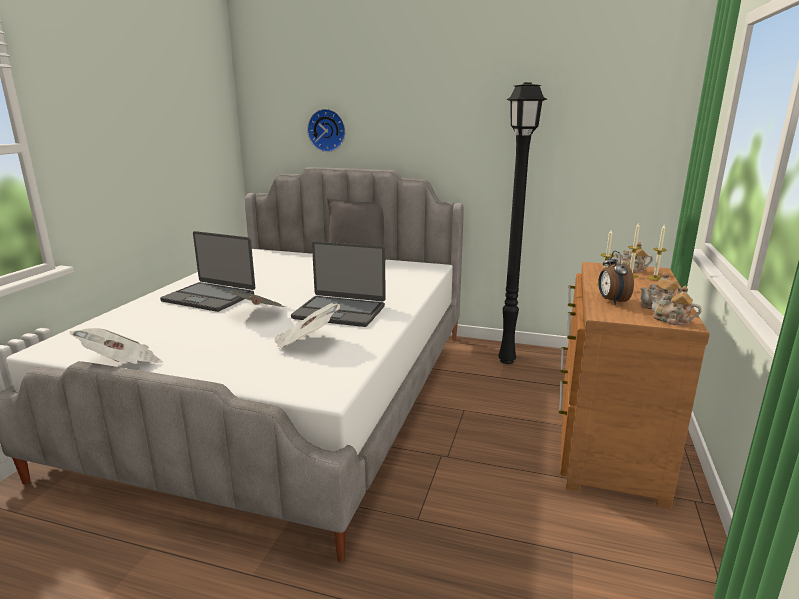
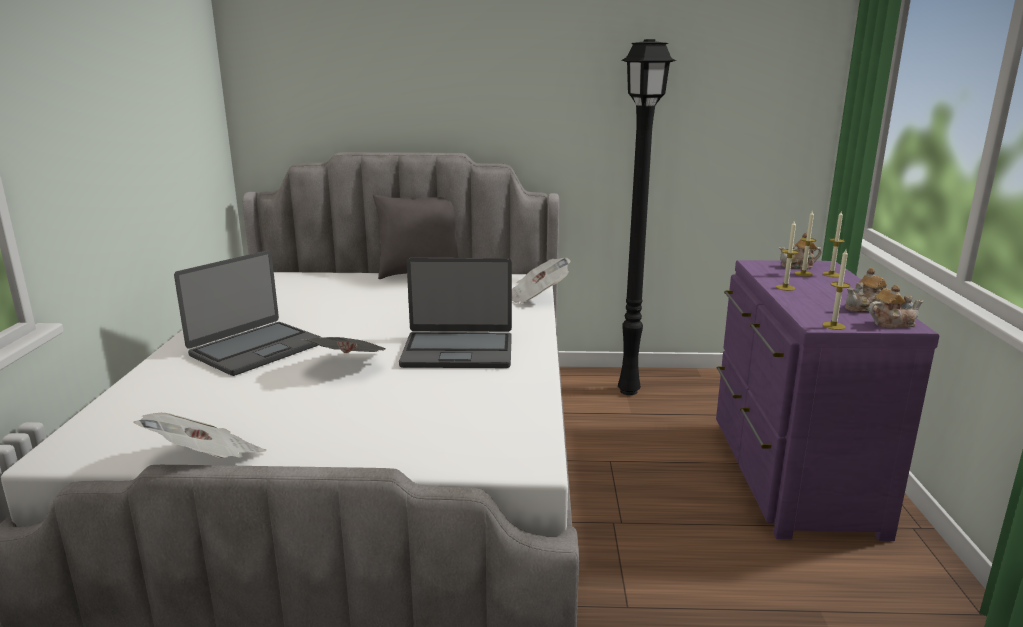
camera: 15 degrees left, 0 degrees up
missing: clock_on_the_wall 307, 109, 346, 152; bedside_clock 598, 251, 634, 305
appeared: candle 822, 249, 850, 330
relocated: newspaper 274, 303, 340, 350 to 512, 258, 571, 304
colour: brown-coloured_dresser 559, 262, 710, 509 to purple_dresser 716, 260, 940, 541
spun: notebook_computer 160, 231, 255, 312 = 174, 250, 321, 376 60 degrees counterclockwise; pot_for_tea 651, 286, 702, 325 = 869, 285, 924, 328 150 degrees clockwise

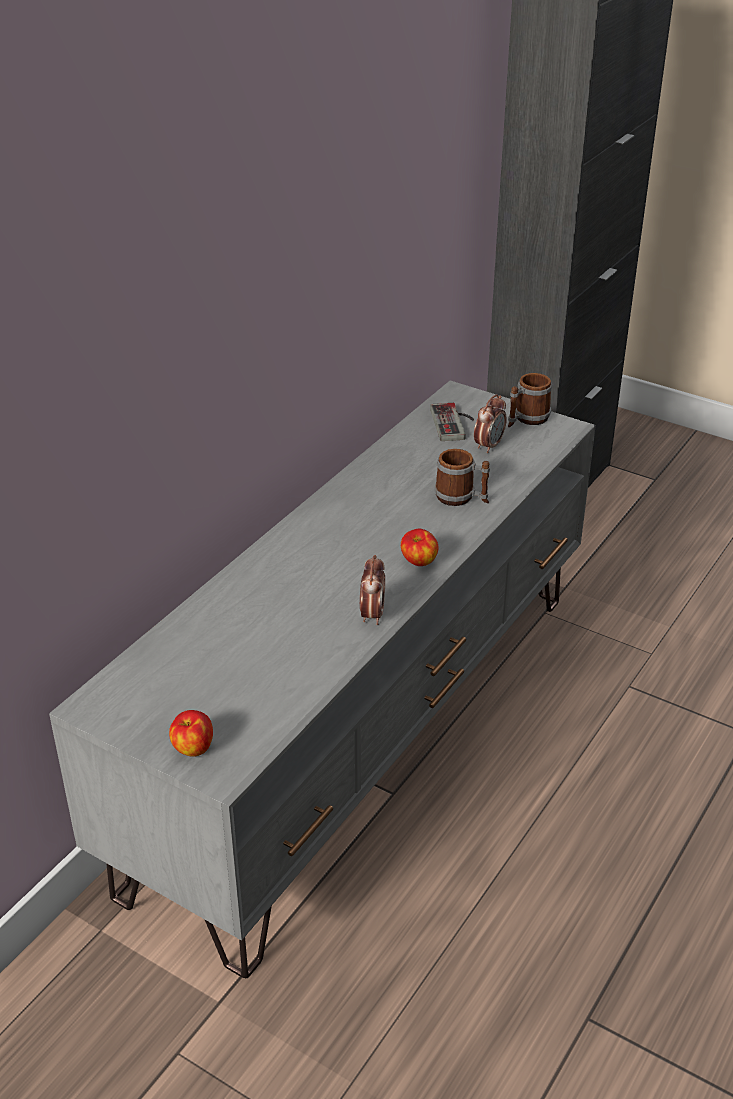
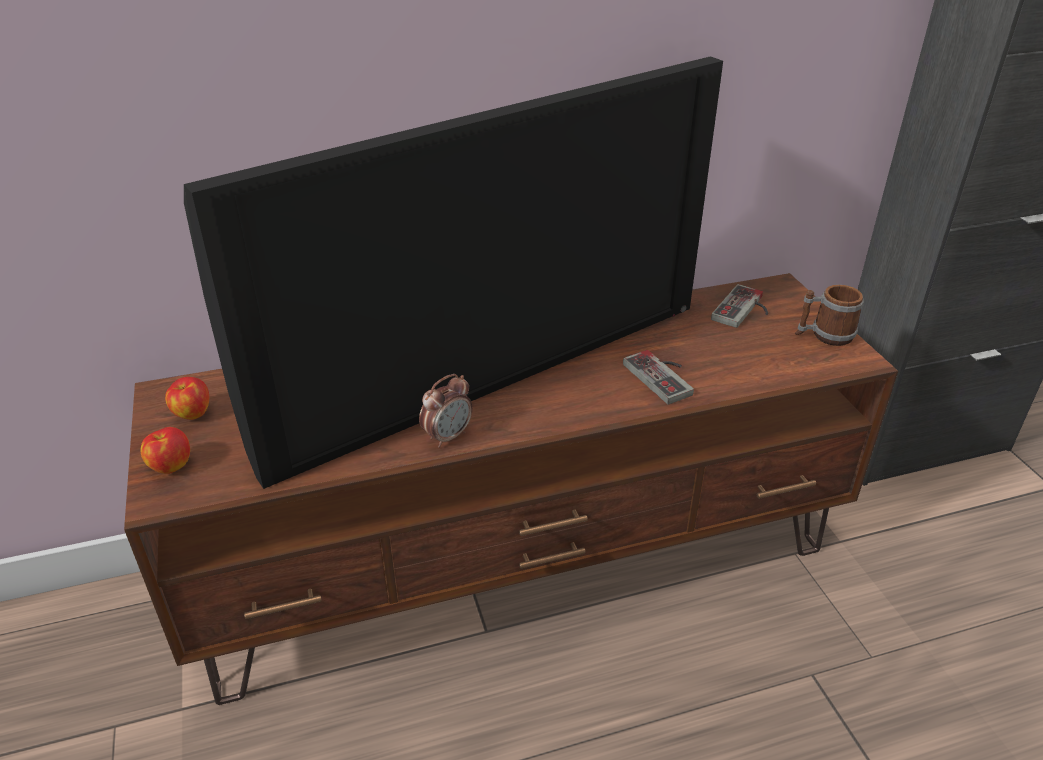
camera: 40 degrees right, 0 degrees up
missing: bedside_clock 474, 394, 507, 453
appeared: TV_set 184, 56, 723, 489
relocated: apple_fruit 401, 529, 439, 566 to 165, 377, 209, 420
exchanged: coffee_mug 434, 449, 490, 506 to gamepad 623, 350, 694, 404
colour: greyish_tv_stand 49, 380, 596, 978 to brown-coloured_tv_stand 124, 273, 898, 705

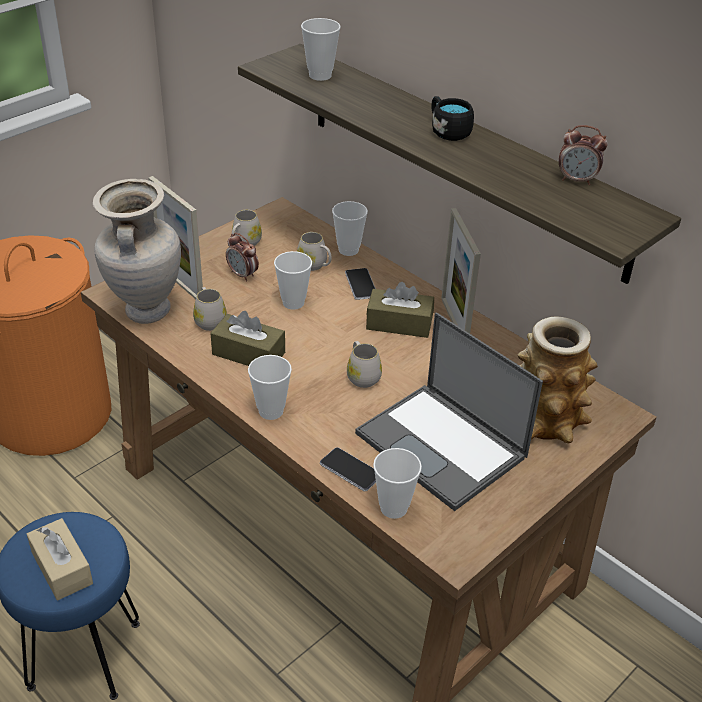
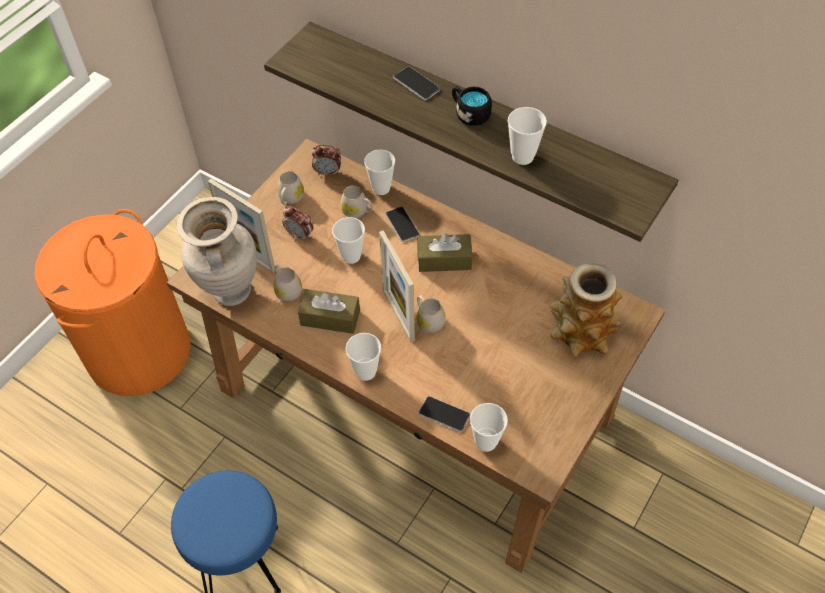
camera: 10 degrees left, 15 degrees up
missing: beige-coloured_box_of_tissues 27, 518, 93, 600; notebook_computer 355, 312, 543, 511
appeared: handset 393, 66, 440, 100
relocated: cup 301, 18, 341, 81 to 508, 107, 547, 165; photo_frame 441, 208, 481, 333 to 379, 231, 415, 342; bedside_clock 559, 125, 608, 185 to 312, 145, 341, 176

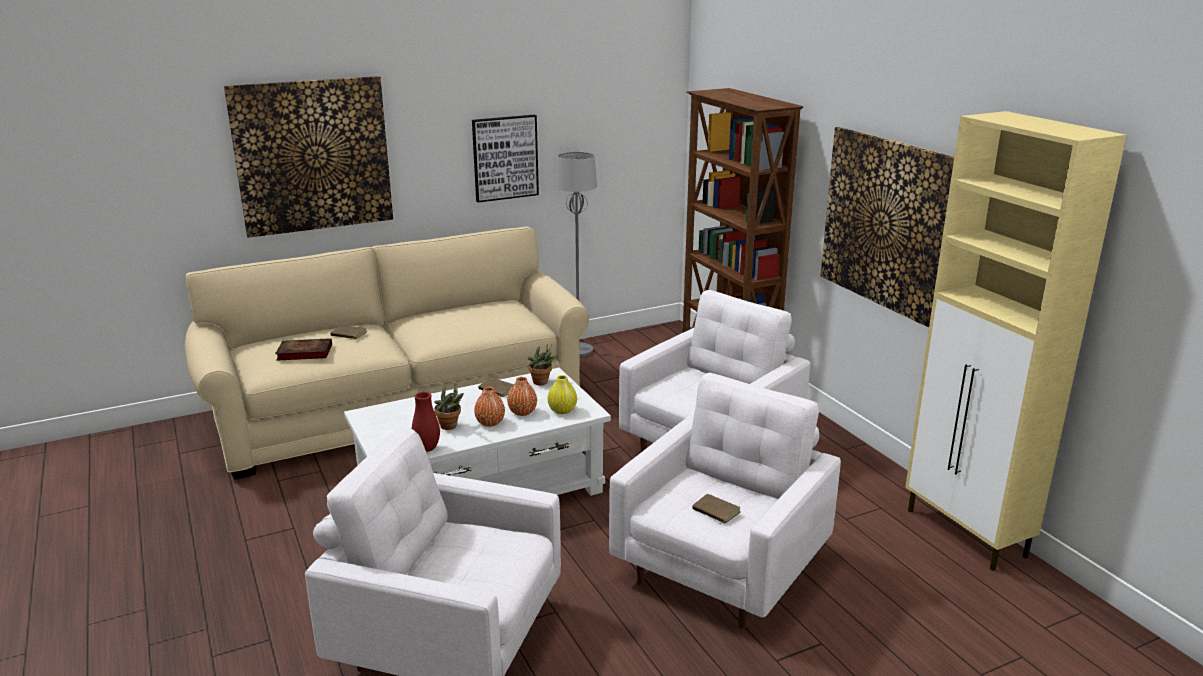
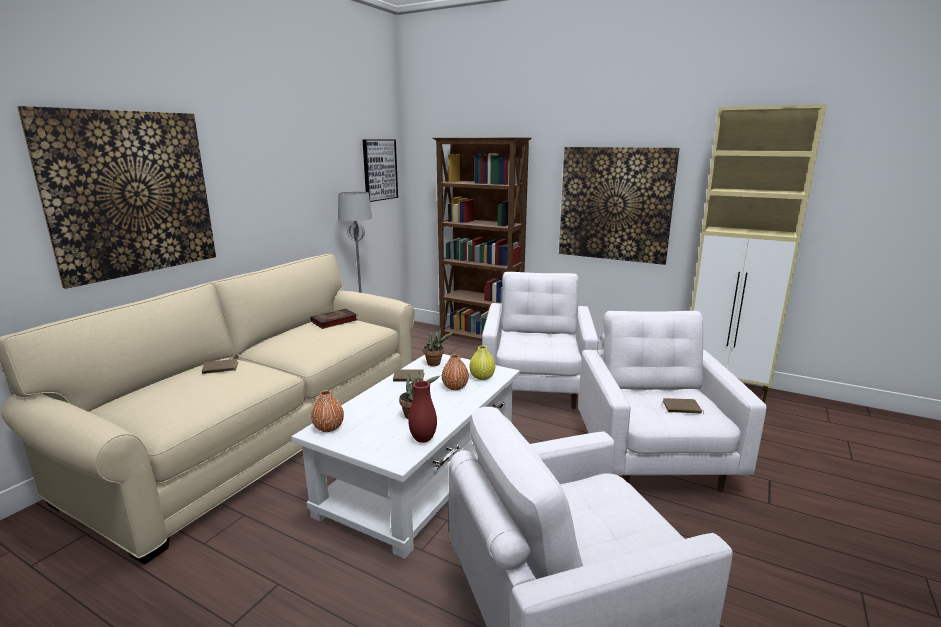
camera: 35 degrees left, 5 degrees down
relocated: book 275, 338, 332, 361 to 311, 309, 358, 329; wall_art 472, 115, 539, 203 to 363, 139, 398, 202; orangey_flower_vase 474, 387, 505, 427 to 311, 390, 344, 432

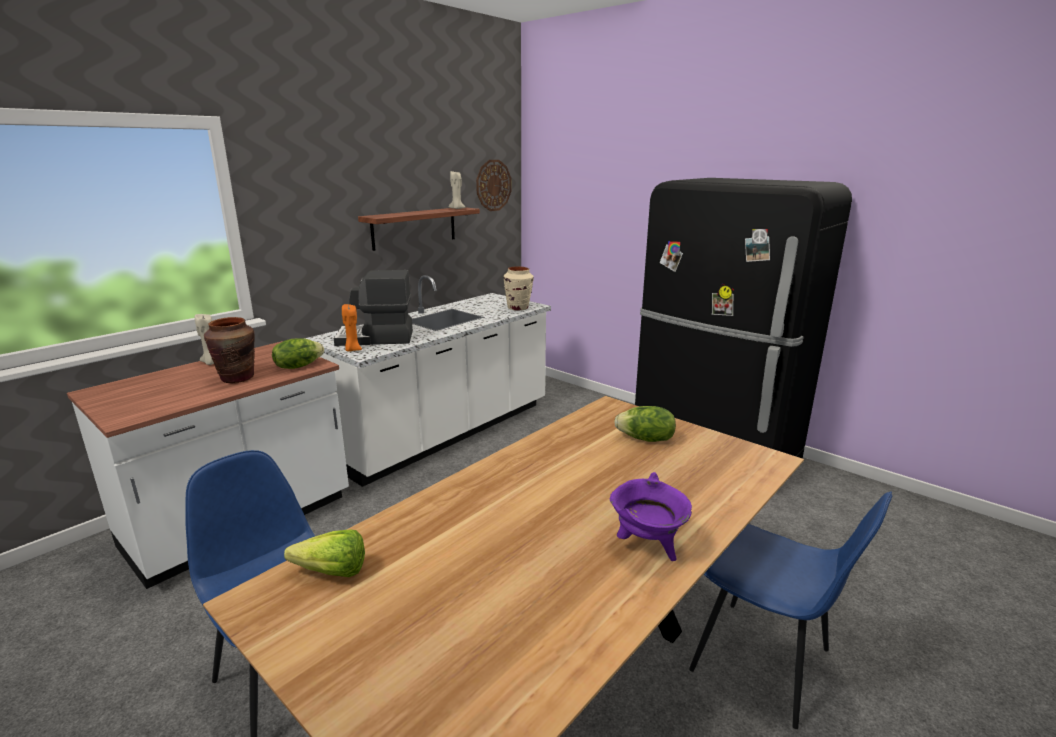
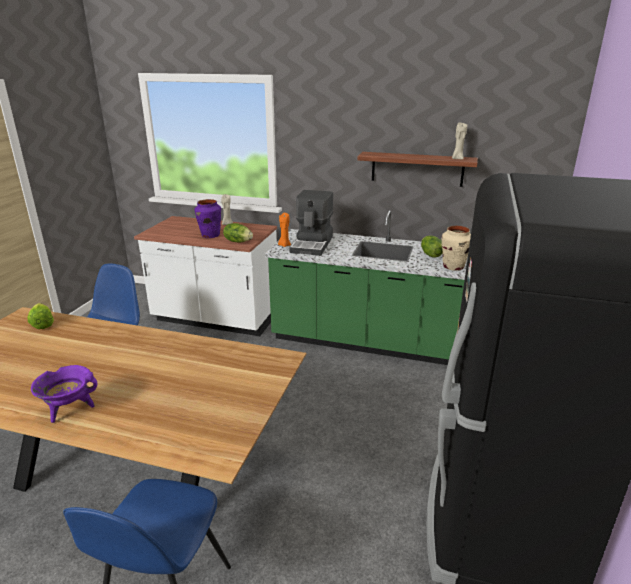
camera: 65 degrees right, 5 degrees up
missing: clock_on_the_wall 476, 160, 511, 211
relocated: lettuce_head 614, 406, 676, 442 to 421, 235, 443, 258
colour: brown-coloured_flower_vase 204, 317, 255, 383 to purple_flower_vase 194, 199, 221, 238; white-coloured_kitchen_counter 305, 275, 551, 487 to greenish_kitchen_counter 265, 210, 468, 365
spun: coffee_maker 334, 270, 413, 346 = 289, 190, 333, 256 135 degrees counterclockwise

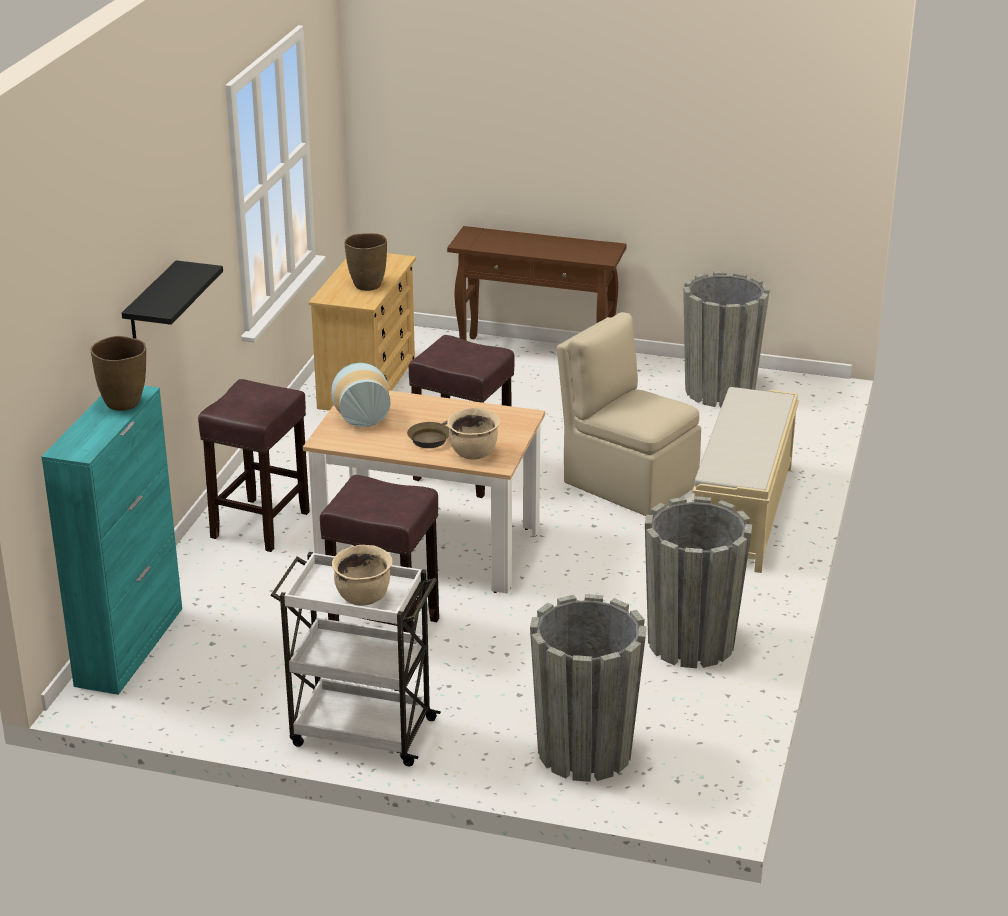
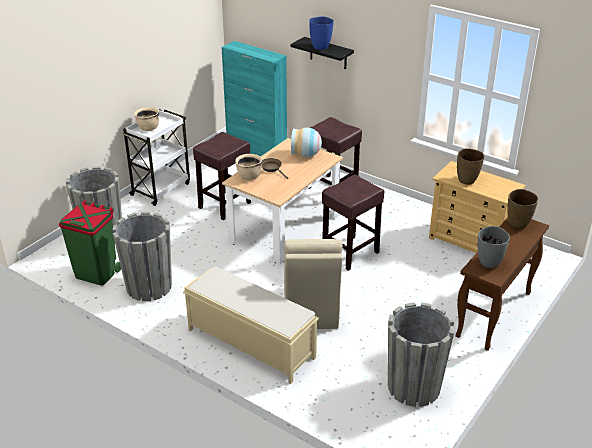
camera: 110 degrees right, 5 degrees up
appeared: greenish_waste_bin 59, 201, 121, 286; bluish_flower_vase 309, 16, 334, 50; greyish_flower_vase 478, 226, 510, 268
relocated: brown-coloured_flower_vase 90, 336, 146, 411 to 507, 189, 538, 229
spun: beige-coloured_chair 557, 312, 701, 516 = 284, 239, 343, 329 120 degrees clockwise

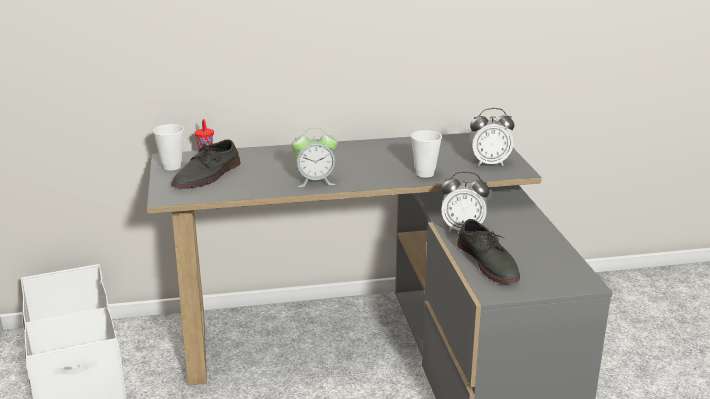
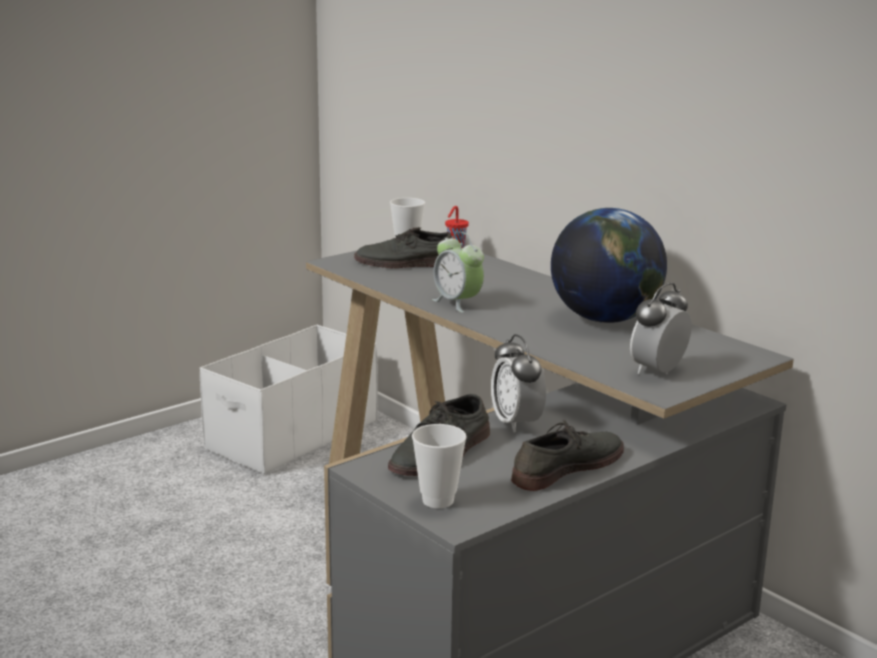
camera: 60 degrees right, 5 degrees down
appeared: greyish_low_shoe 511, 420, 624, 491; globe 551, 208, 667, 323
relocated: cup 411, 130, 442, 178 to 412, 424, 467, 508
spun: bedside_clock 469, 108, 514, 166 = 630, 283, 692, 374 75 degrees clockwise

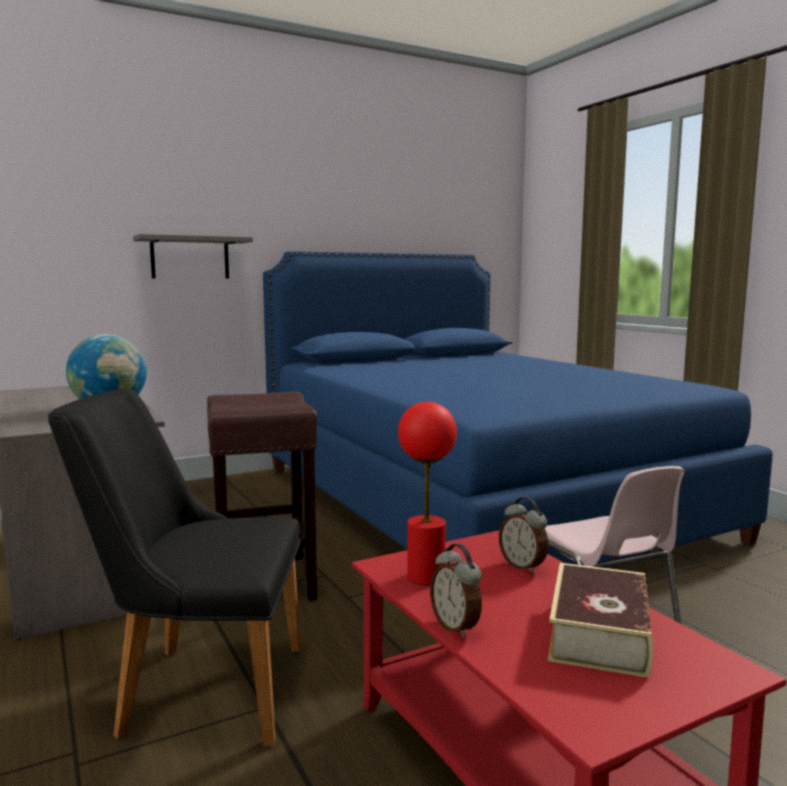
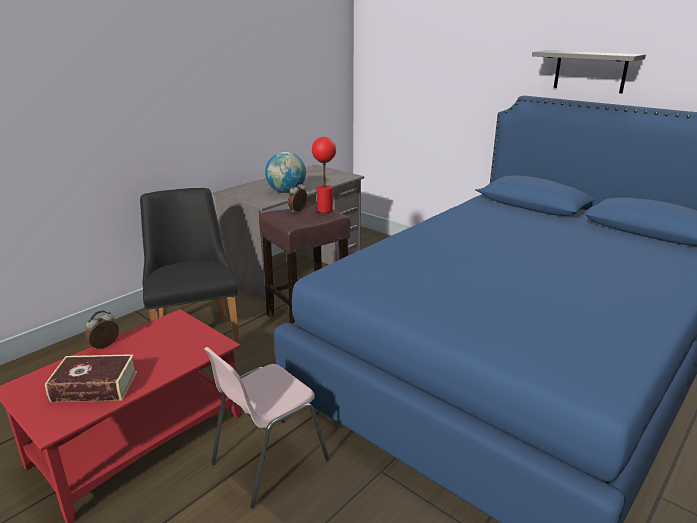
camera: 70 degrees right, 15 degrees up
relocated: greyish_wall_shelf 133, 234, 253, 279 to 532, 50, 646, 93; red_table_lamp 398, 402, 457, 585 to 312, 137, 336, 213; bedside_clock 499, 497, 548, 573 to 288, 181, 307, 212

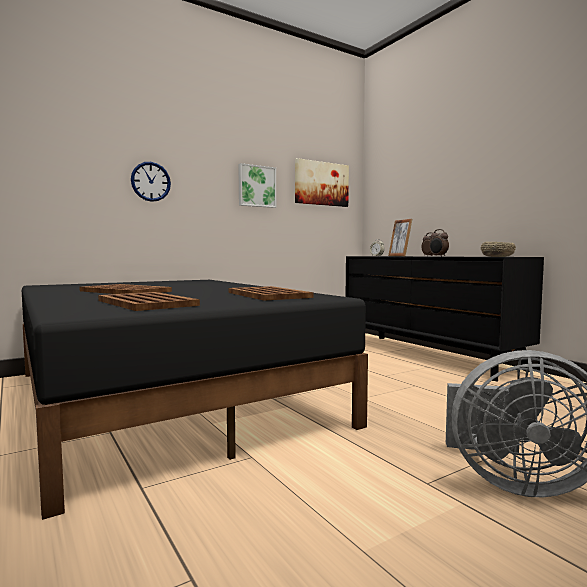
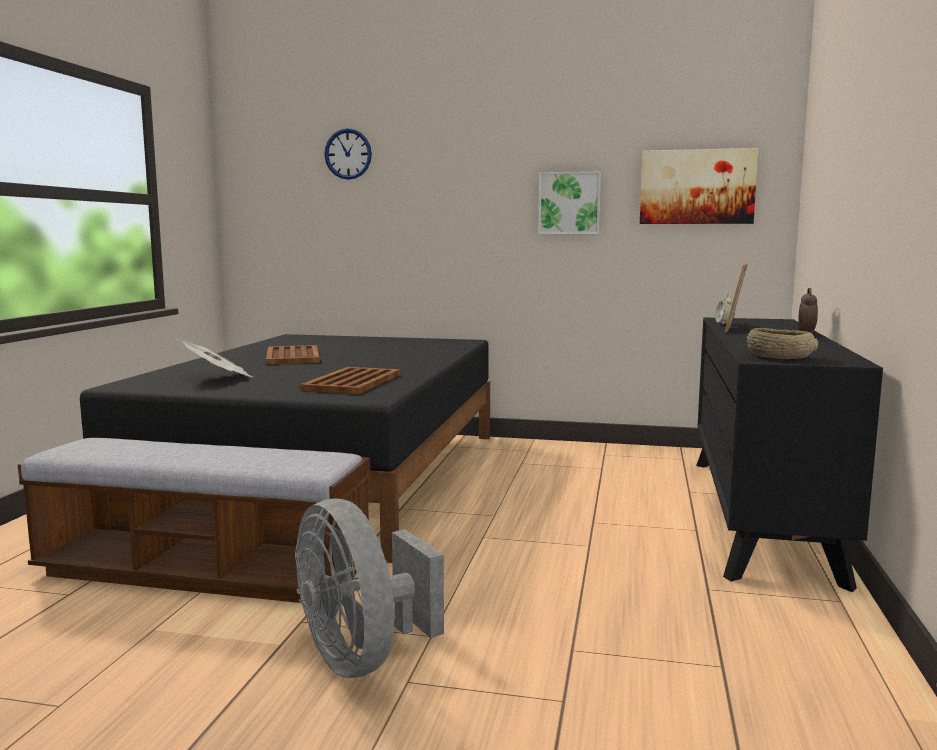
camera: 45 degrees right, 5 degrees up
missing: bedside_clock 429, 229, 449, 257
appeared: long_seat 18, 438, 370, 603
relocated: clock_on_the_wall 131, 162, 171, 202 to 324, 129, 372, 180
exchanged: brown-coloured_serving_tray 98, 292, 200, 311 to newspaper 177, 339, 254, 378

